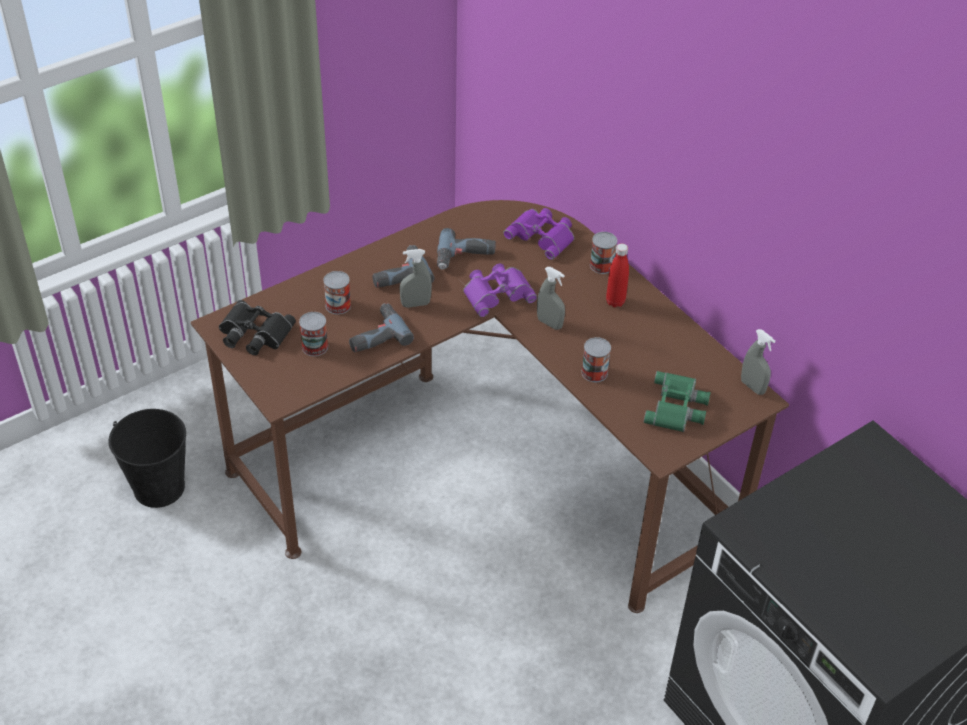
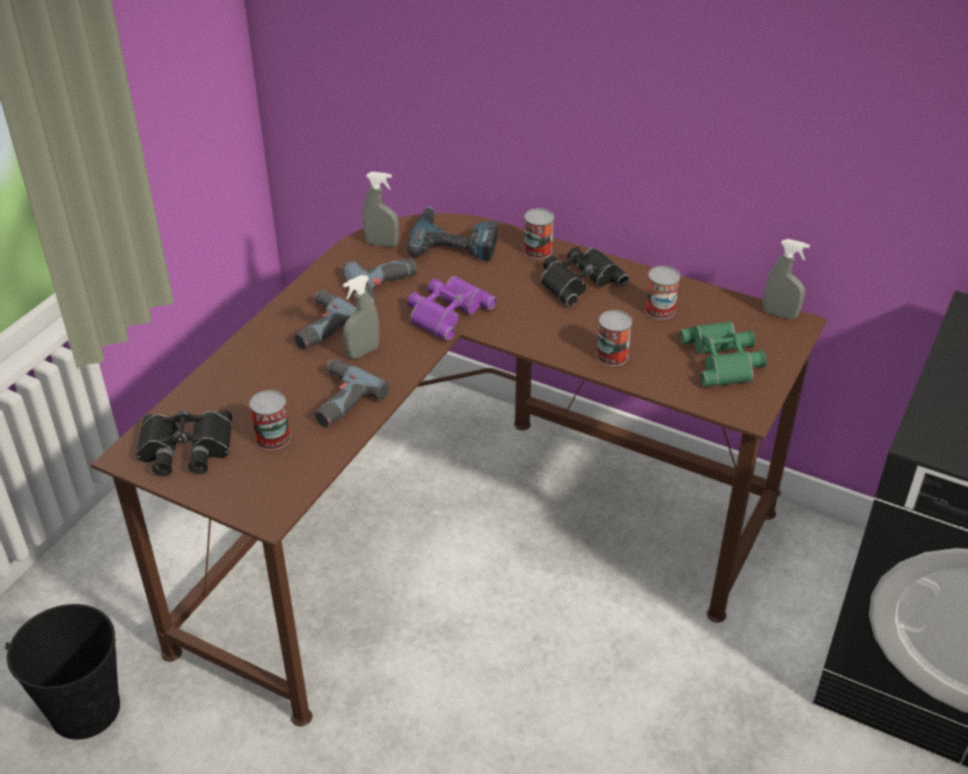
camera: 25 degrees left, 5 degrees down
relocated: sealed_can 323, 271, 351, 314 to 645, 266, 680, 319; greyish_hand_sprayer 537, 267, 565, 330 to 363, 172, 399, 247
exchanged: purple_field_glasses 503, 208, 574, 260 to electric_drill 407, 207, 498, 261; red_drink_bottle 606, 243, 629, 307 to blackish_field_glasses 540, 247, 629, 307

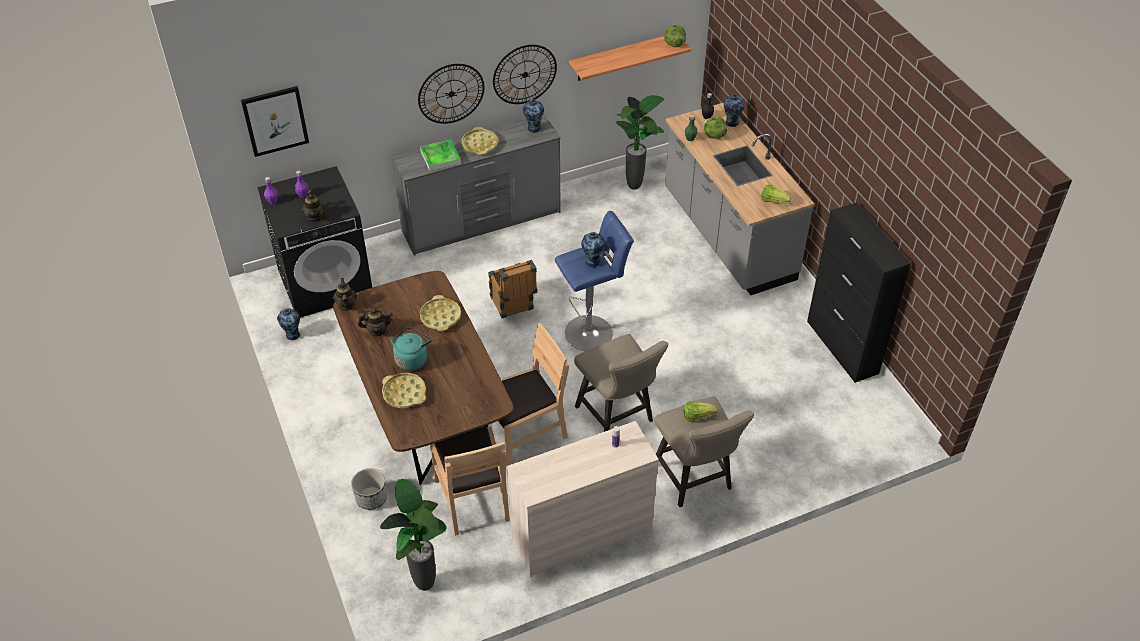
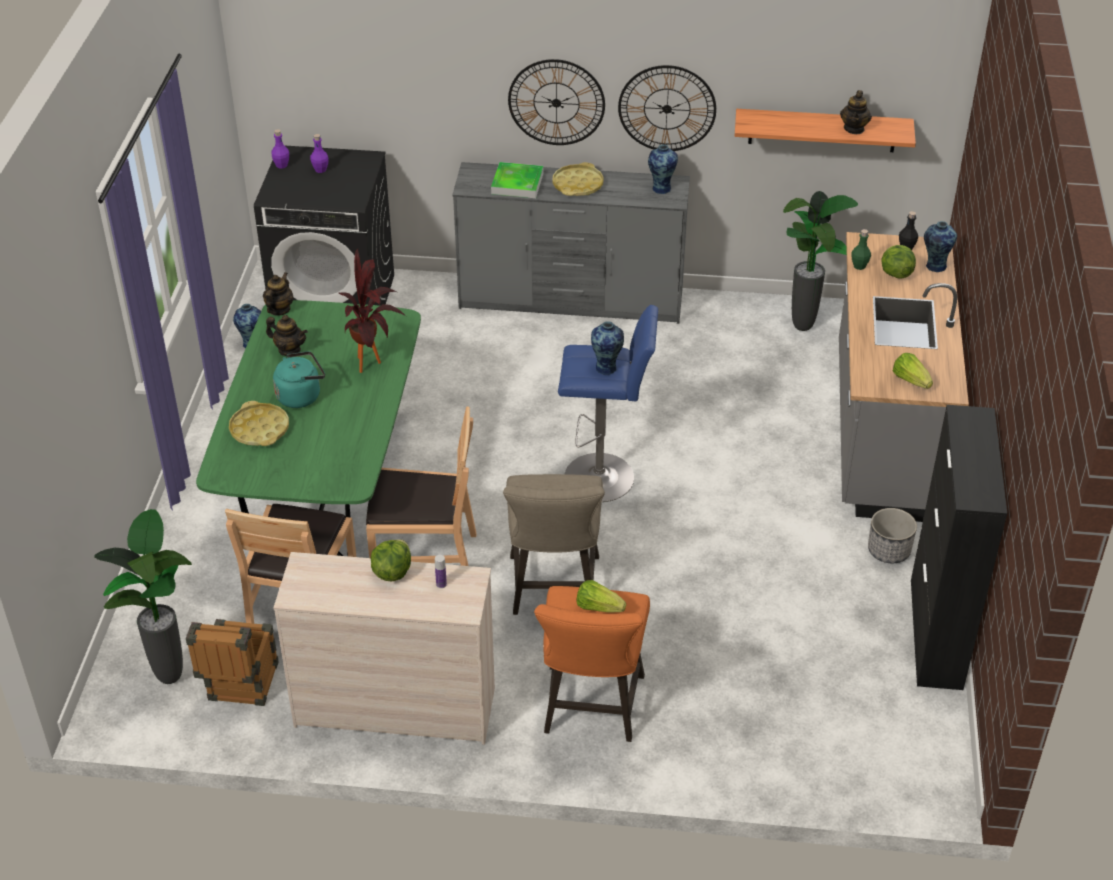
camera: 30 degrees right, 5 degrees down
missing: wall_art 241, 86, 309, 157
relocated: pot_for_tea 302, 190, 325, 222 to 840, 90, 872, 134; planter 351, 468, 387, 510 to 868, 508, 917, 563; packing_crate 488, 260, 537, 318 to 186, 619, 279, 706; lettuce_head 664, 25, 686, 47 to 371, 539, 411, 581
exchanged: yellowish_serving_tray 420, 295, 461, 331 to potted_plant 338, 249, 406, 373
colour: brown-coloured_kitchen_table 333, 271, 514, 485 to greenish_kitchen_table 196, 300, 421, 556; beige-coloured_sitting_stool 655, 396, 754, 507 to orangey_sitting_stool 534, 586, 650, 742

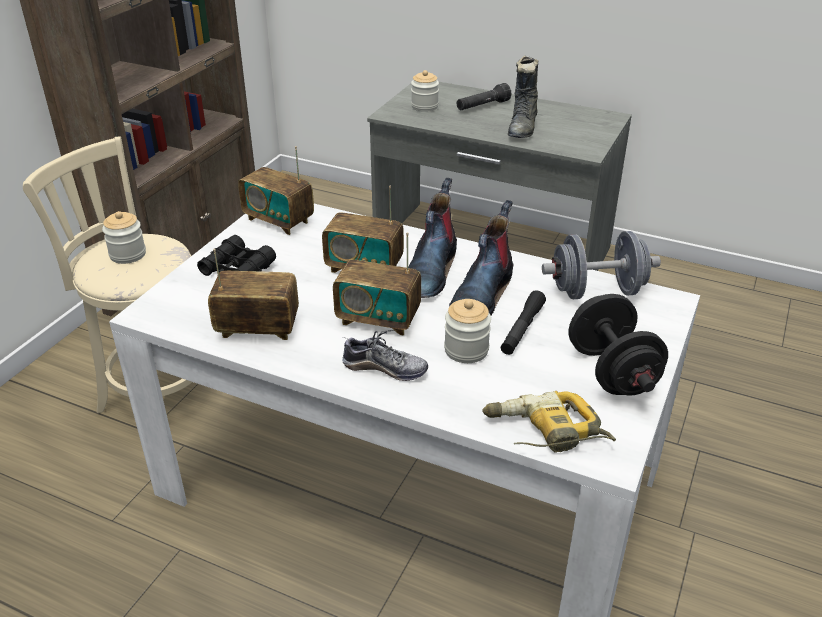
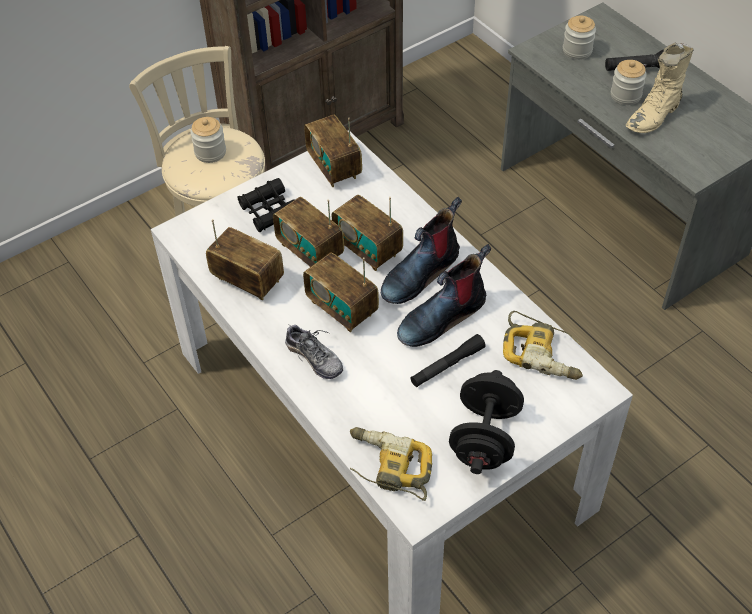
camera: 30 degrees right, 15 degrees up
appeared: radio_receiver 273, 197, 344, 267
relocated: preserve_jar 444, 299, 491, 363 to 611, 60, 647, 105
exchanged: greyish_dumbbell 542, 231, 661, 299 to electric_drill 503, 311, 583, 380
colour: blackish_high-top_boot 508, 55, 538, 138 to beige-coloured_high-top_boot 626, 43, 694, 133

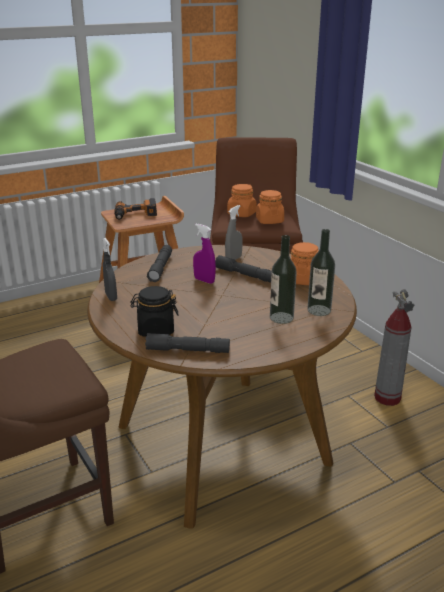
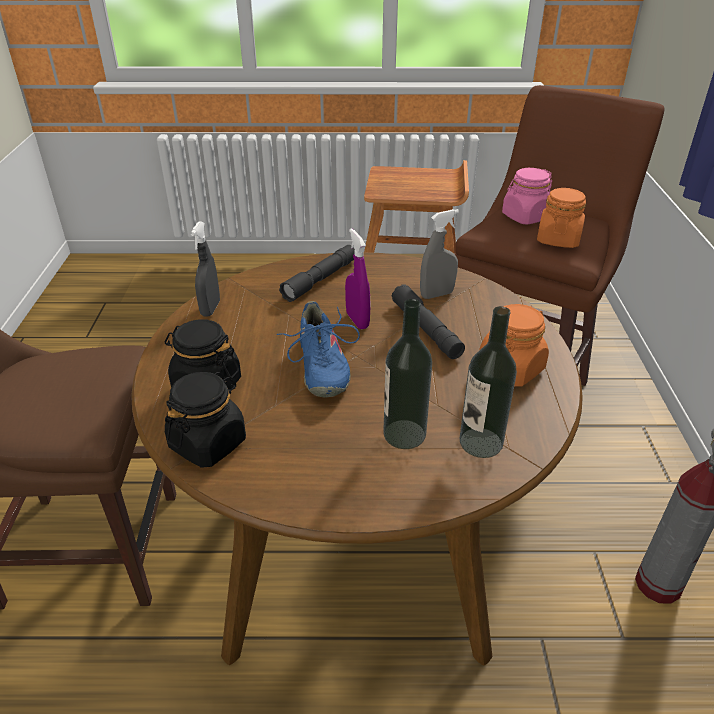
camera: 30 degrees right, 10 degrees up
missing: electric_drill 114, 198, 157, 220
appeared: bluish_low_shoe 277, 301, 360, 398
exchanged: greyish_flashlight 145, 333, 230, 353 to blackish_preserve_jar 165, 372, 246, 468
colour: orangey_preserve_jar 227, 184, 257, 217 to pinkish_preserve_jar 502, 168, 552, 225

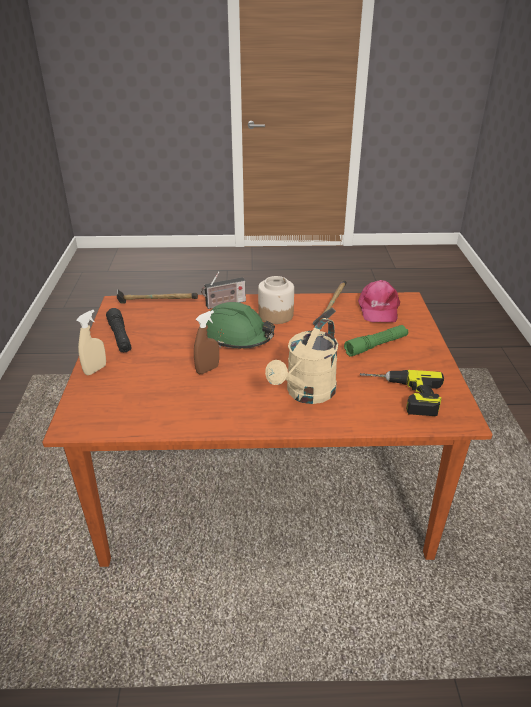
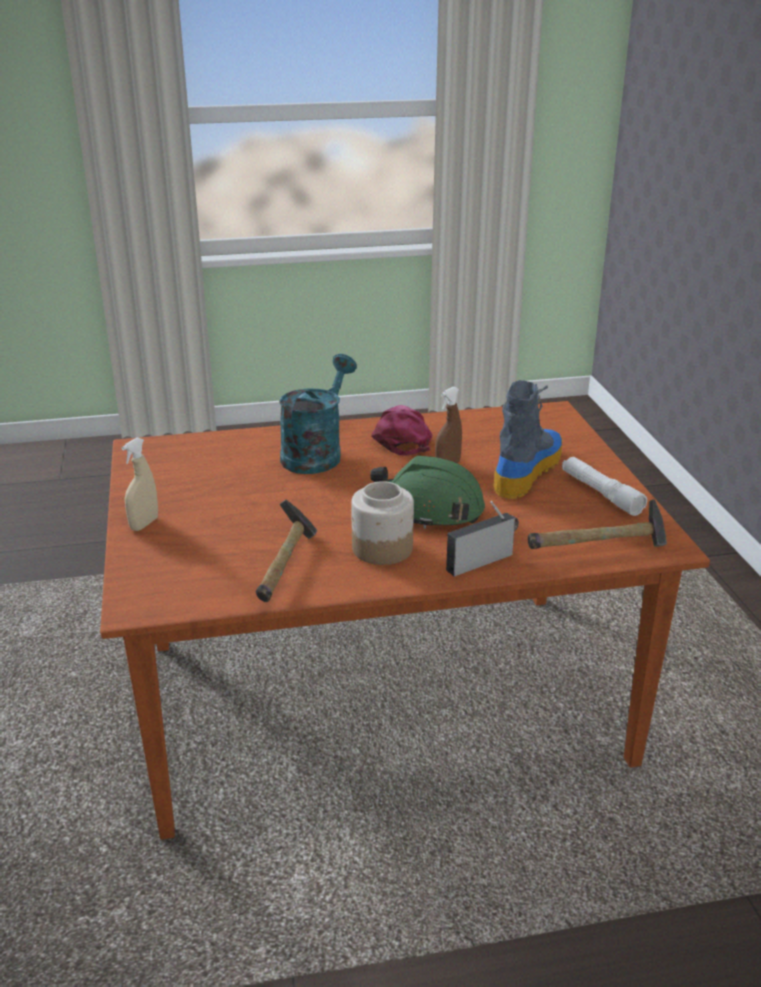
camera: 170 degrees right, 5 degrees down
missing: greenish_flashlight 344, 325, 408, 357; electric_drill 359, 370, 444, 416
appeared: high-top_boot 493, 380, 562, 499
relocated: beige-coloured_hand_sprayer 76, 310, 106, 375 to 122, 438, 158, 531; pinkish_baseball_cap 358, 280, 400, 322 to 371, 405, 433, 456
colour: blackish_flashlight 106, 308, 132, 352 to white-coloured_flashlight 562, 457, 647, 516; beige-coloured_watering_can 265, 318, 338, 404 to turquoise-coloured_watering_can 279, 354, 357, 474

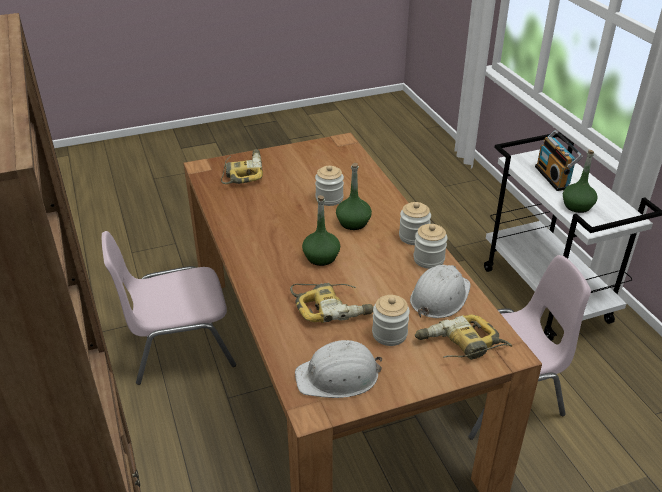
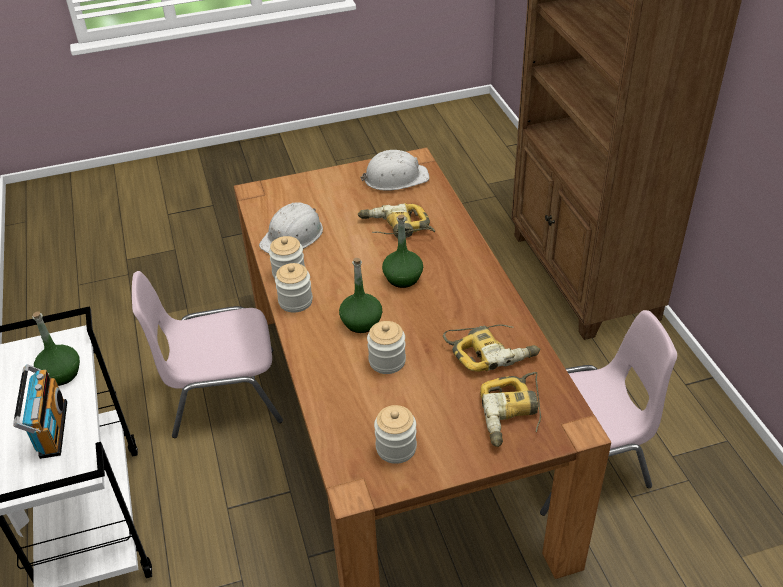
camera: 175 degrees left, 5 degrees up
relocated: preserve_jar 372, 295, 410, 346 to 374, 405, 417, 464; electric_drill 415, 315, 512, 360 to 443, 324, 540, 372

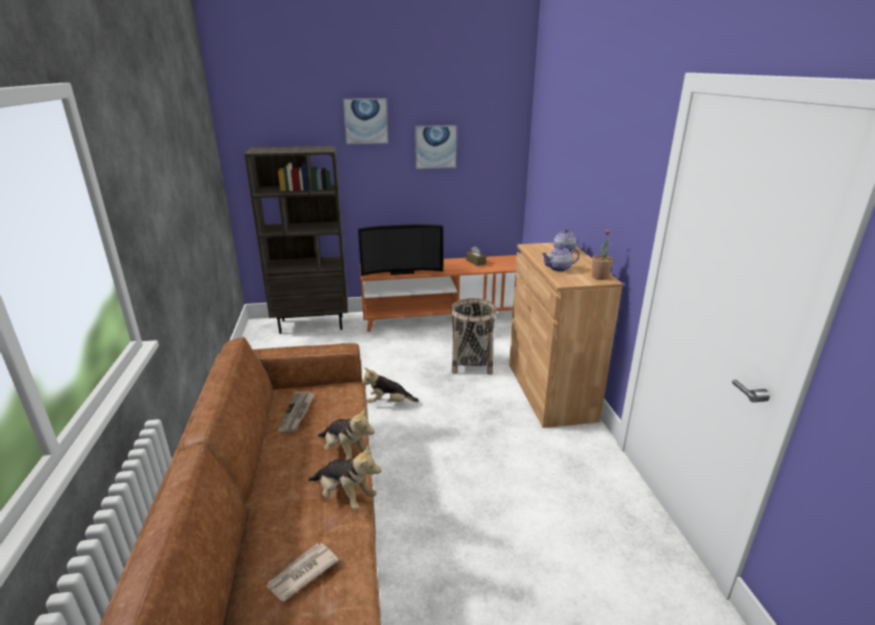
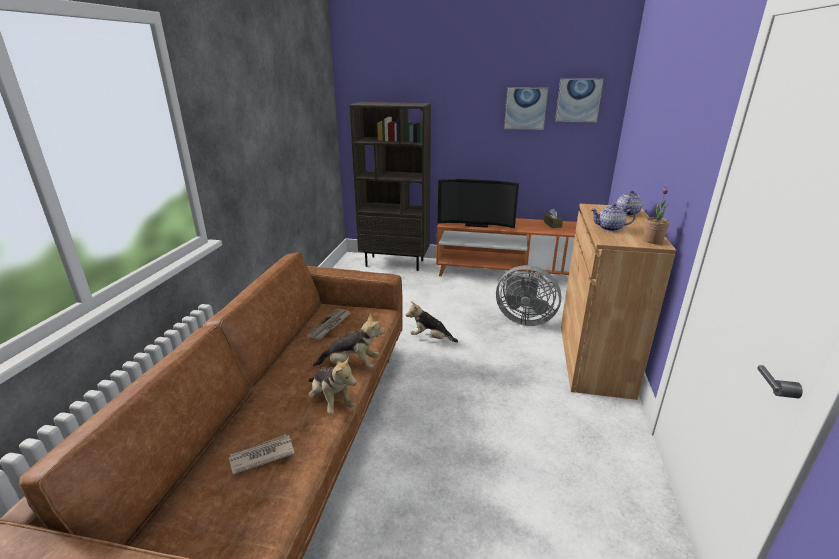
camera: 20 degrees right, 0 degrees up
relocated: wall_art 343, 98, 388, 144 to 555, 78, 604, 123
exchanged: storage_basket 451, 298, 497, 375 to greyish_fan 496, 265, 561, 326
spun: cuddly_toy 318, 407, 374, 459 = 313, 314, 385, 368 60 degrees counterclockwise

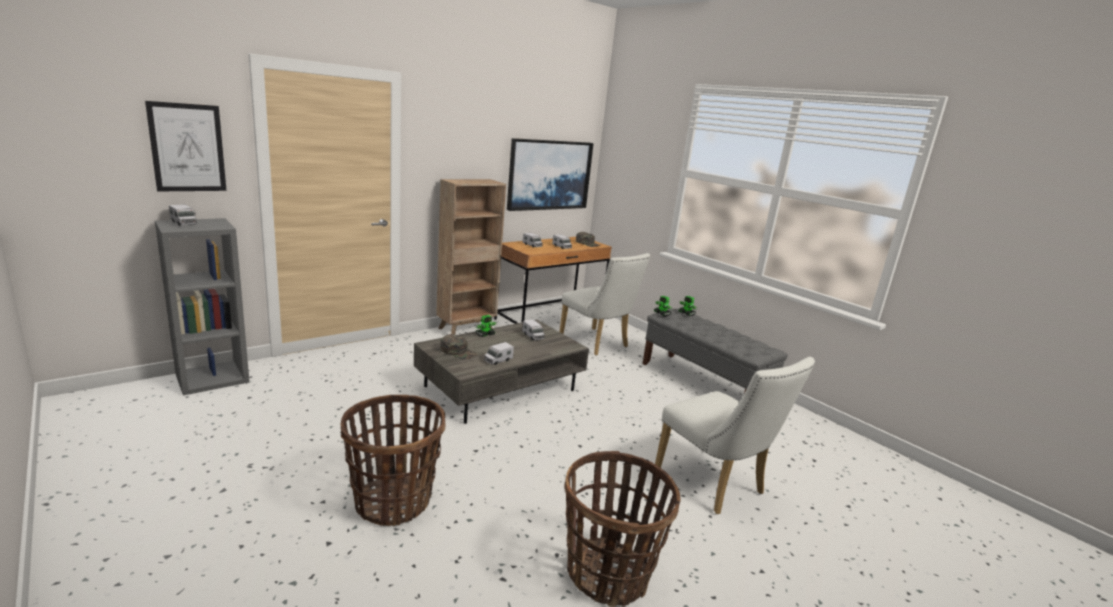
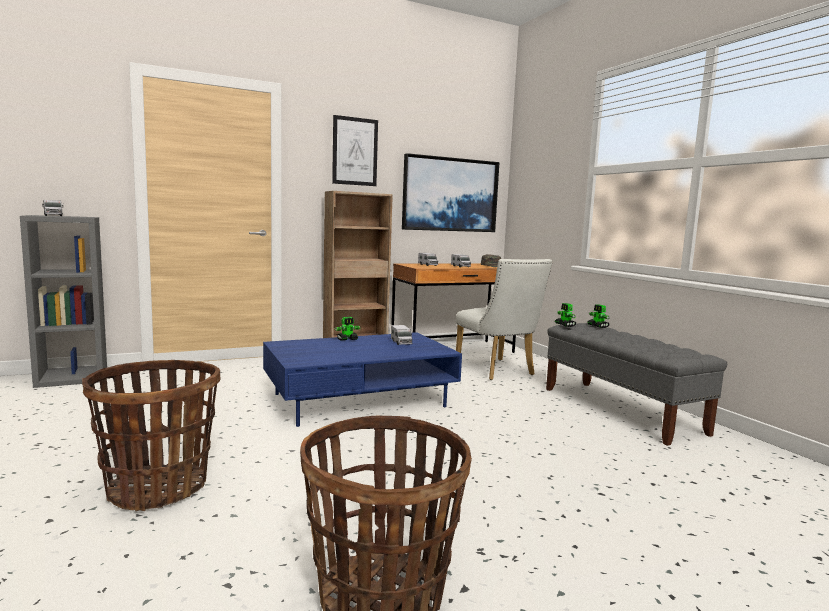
camera: 15 degrees right, 10 degrees down
missing: greenish_baseball_cap 440, 334, 478, 360; toy_lorry 484, 342, 514, 365; white-coloured_chair 655, 357, 815, 514
relocated: wall_art 145, 101, 226, 191 to 332, 115, 378, 186
colour: greyish_low_table 414, 320, 589, 424 to bluish_low_table 263, 332, 462, 427

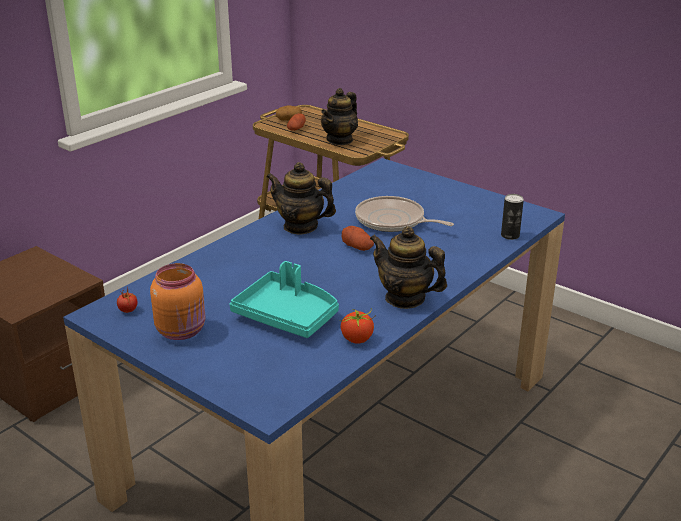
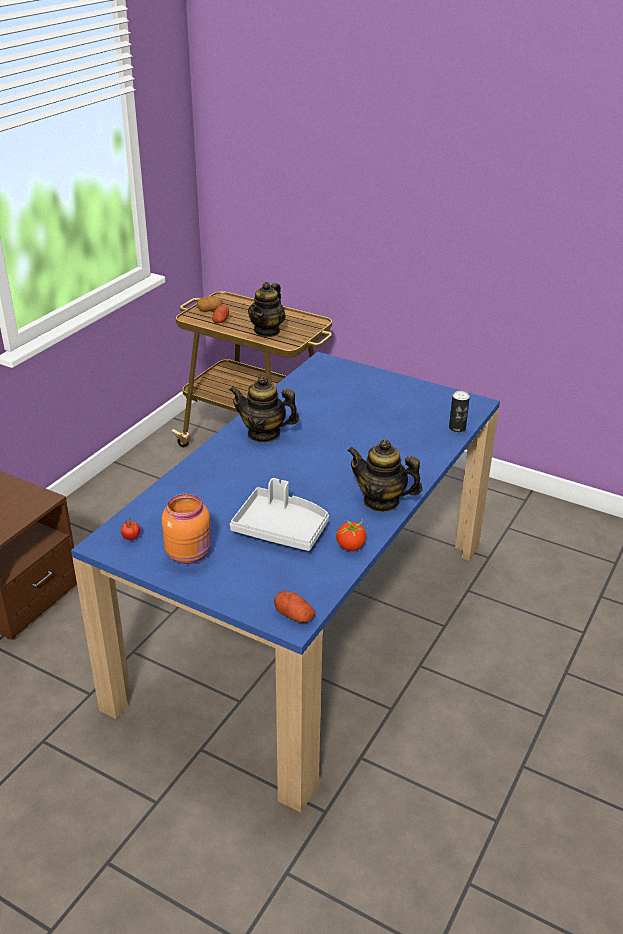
camera: 10 degrees left, 5 degrees up
missing: pan 355, 196, 454, 232
relocated: potato 342, 226, 374, 251 to 274, 590, 315, 623
colour: turquoise-coloured_serving_tray 230, 261, 339, 338 to greyish_serving_tray 230, 478, 329, 551

